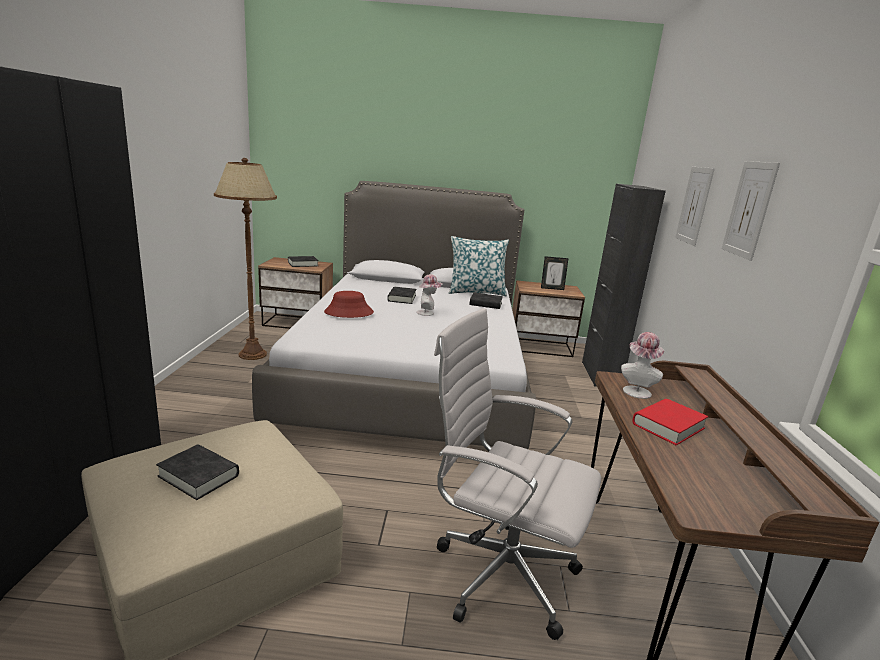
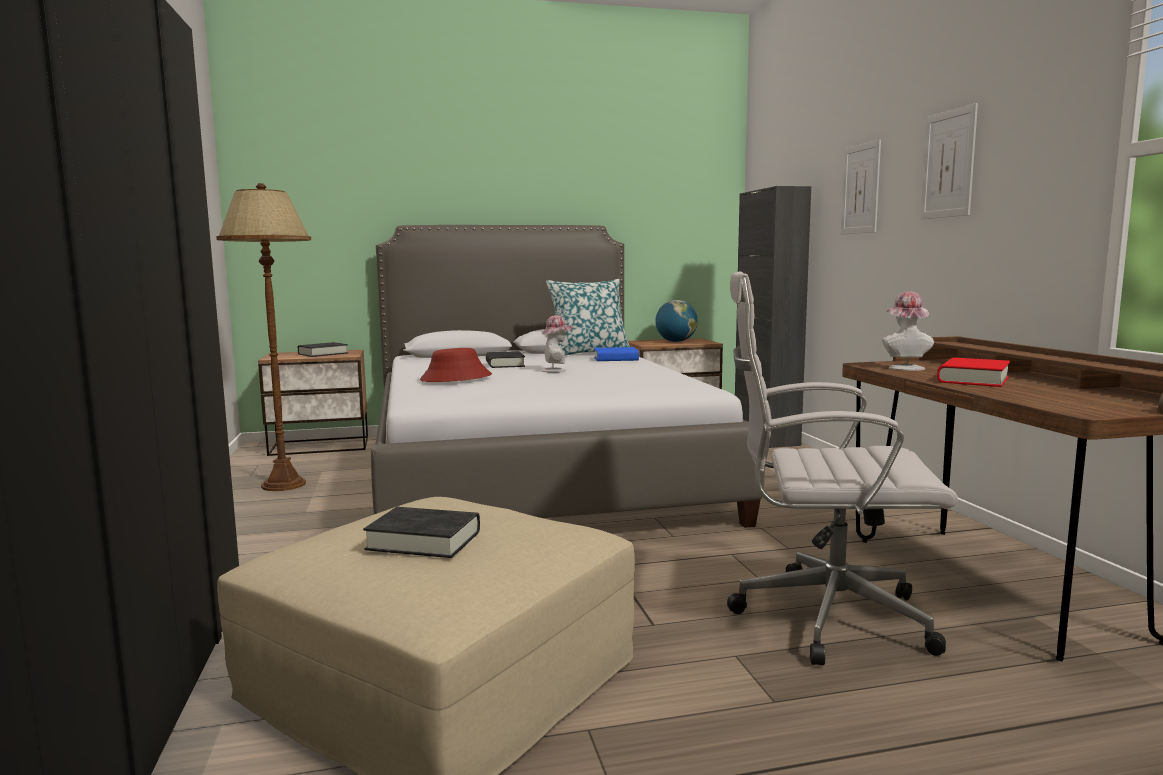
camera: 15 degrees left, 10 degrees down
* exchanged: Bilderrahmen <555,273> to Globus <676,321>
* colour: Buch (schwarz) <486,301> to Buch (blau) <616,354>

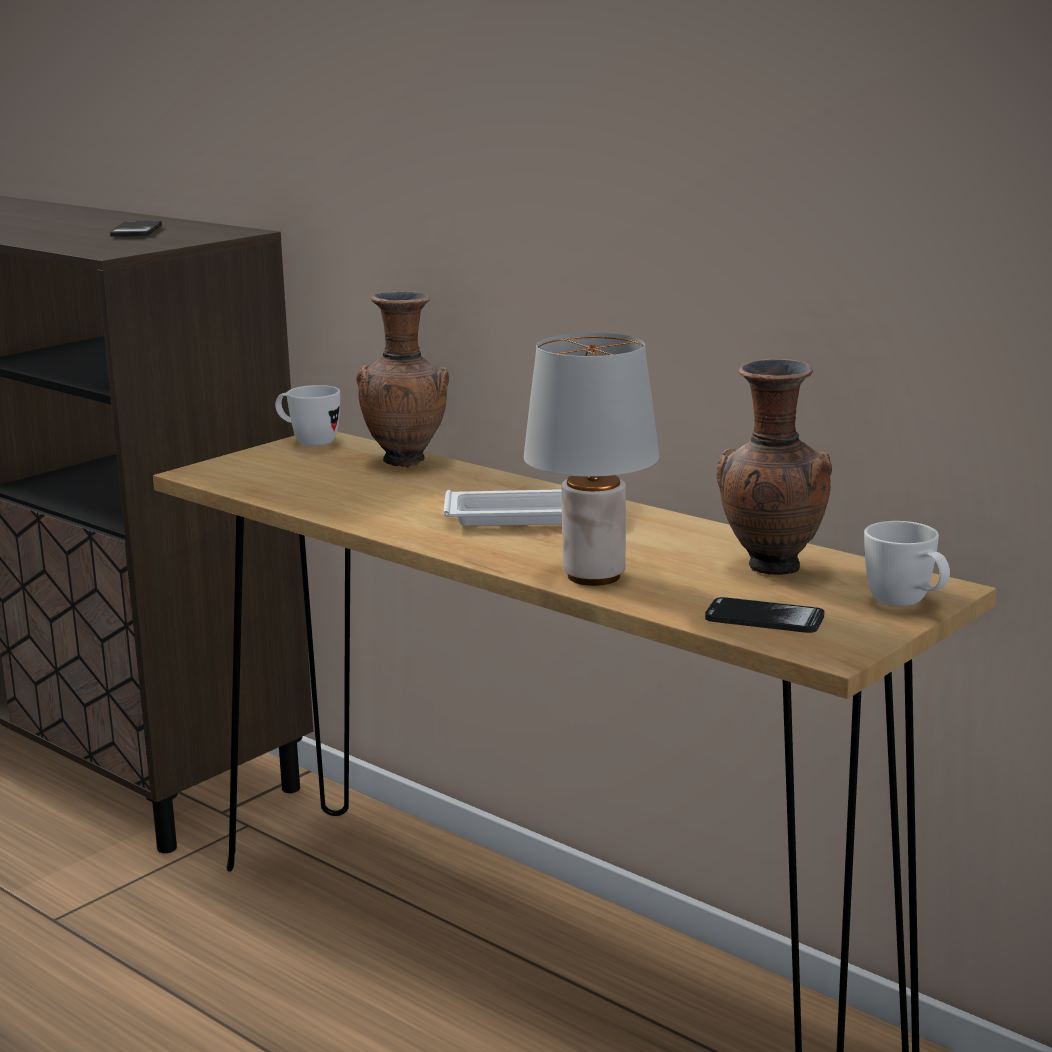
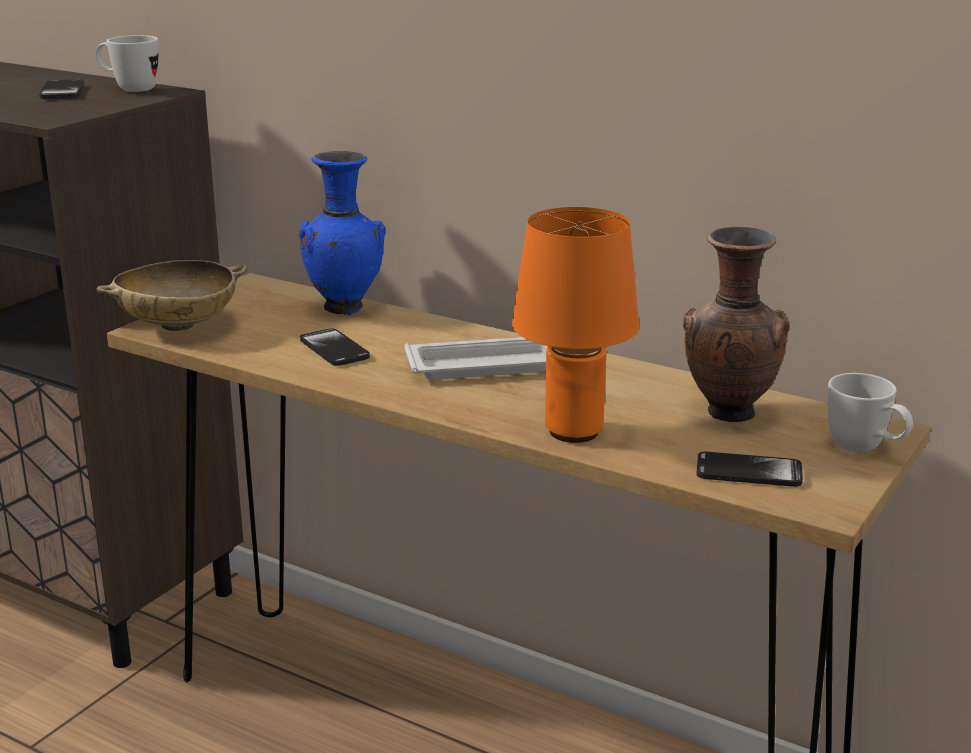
camera: 10 degrees left, 5 degrees up
* appeared: Schüssel (beige) <171,295>
* appeared: Handy <335,347>
* relocated: Henkelbecher (weiß) <307,415> to <127,63>
* colour: Vase (braun) <402,379> to Vase (blau) <342,233>
* colour: Tischlampe (grau) <591,459> to Tischlampe (orange) <575,325>

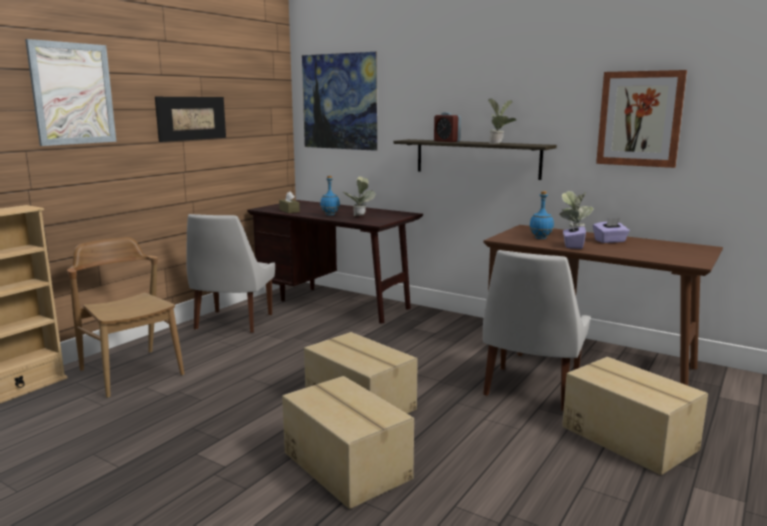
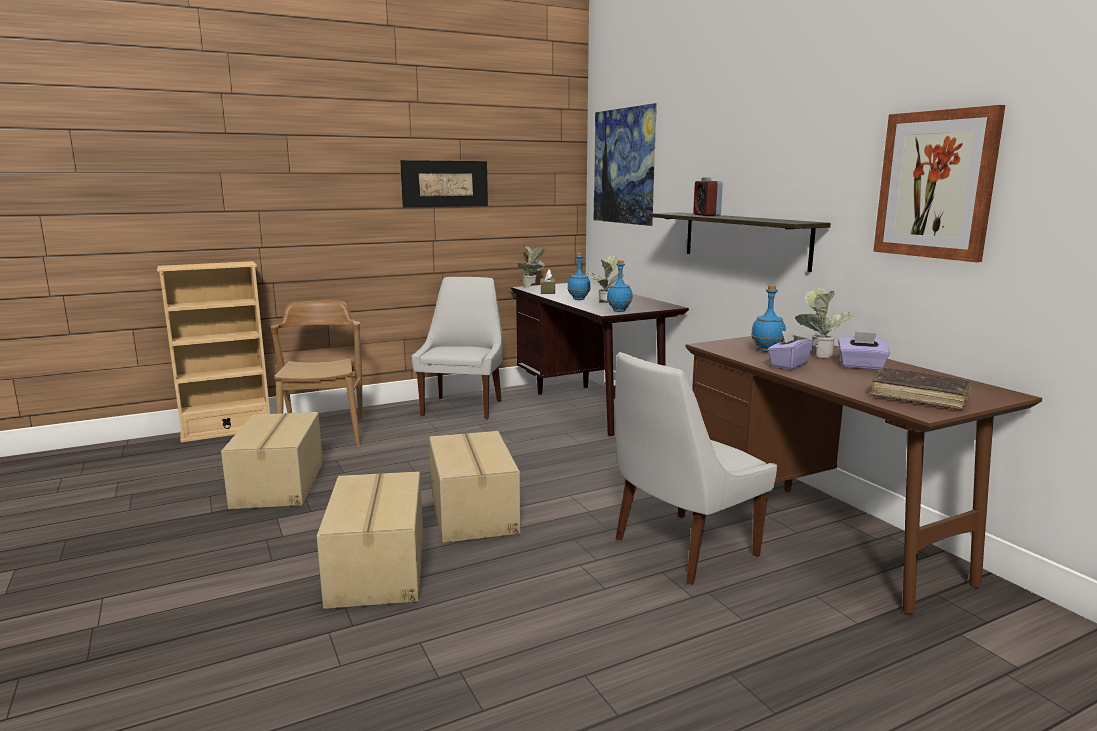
camera: 30 degrees right, 0 degrees up
* missing: Bild <70,92>
* appeared: Flasche (blau) <620,286>
* appeared: Buch (braun) <921,388>
* relocated: Topfpflanze <502,121> to <531,266>
* relocated: Karton <635,416> to <272,460>
* spun: Stuhl (weiß) <230,273> = <457,348> 150 degrees clockwise

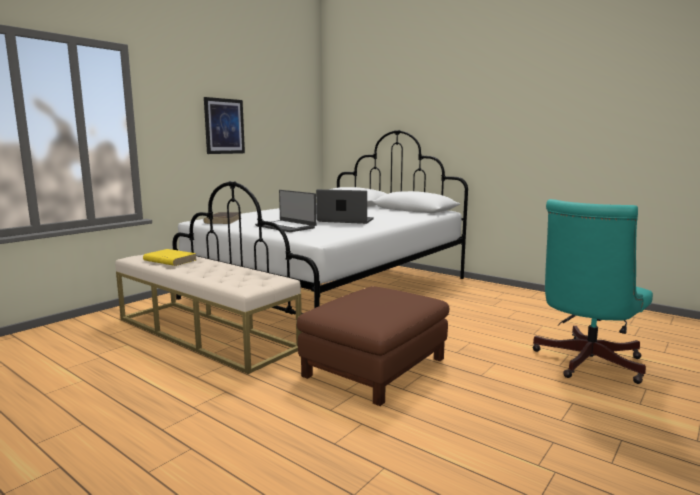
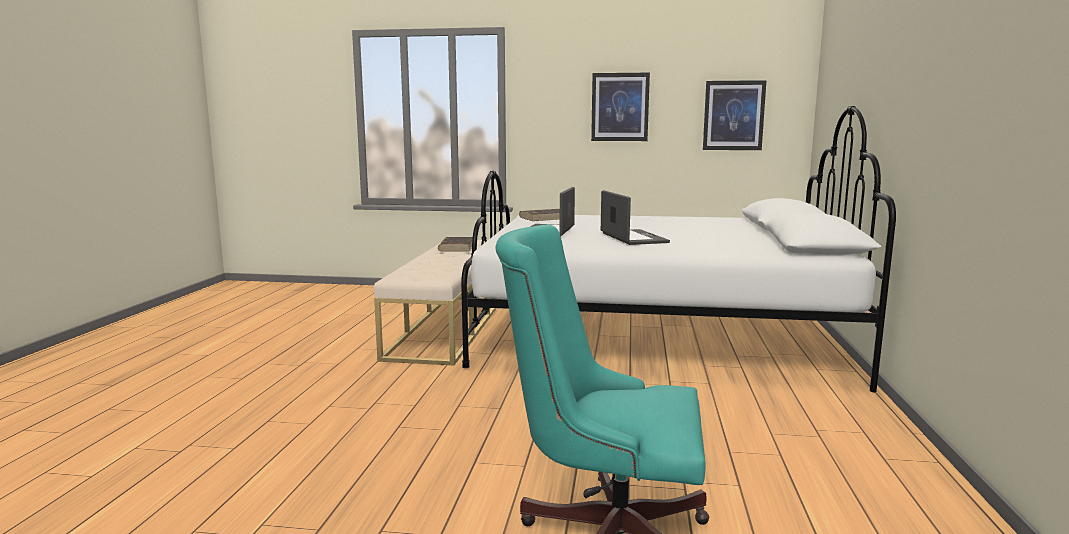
camera: 60 degrees right, 0 degrees up
* missing: Polsterhocker (braun) <373,346>
* appeared: Bild <734,115>
* colour: Buch (gelb) <170,257> to Buch (braun) <455,244>

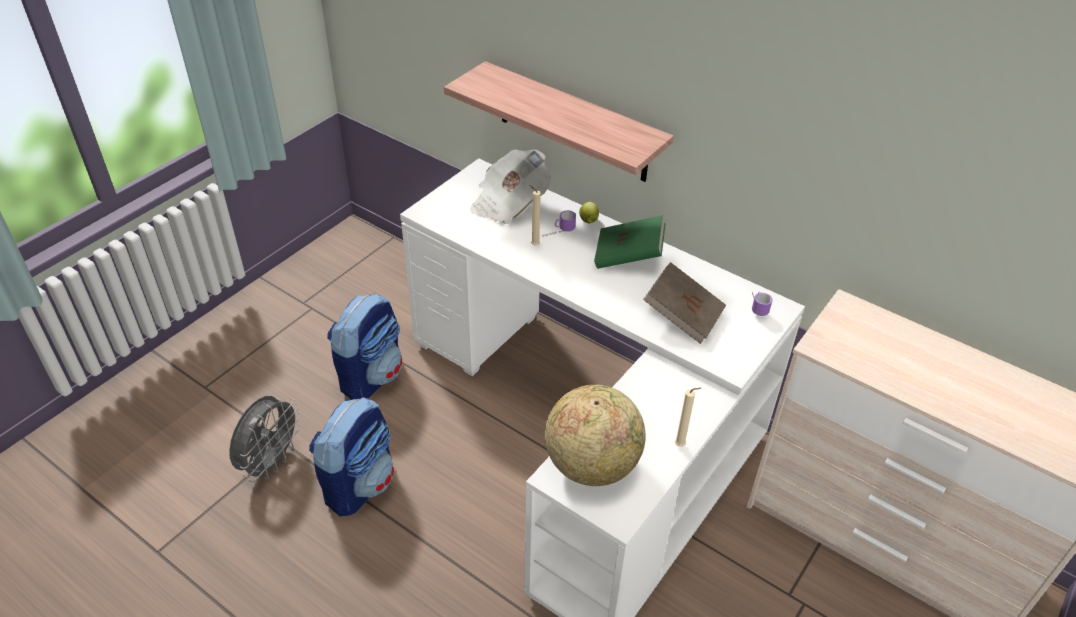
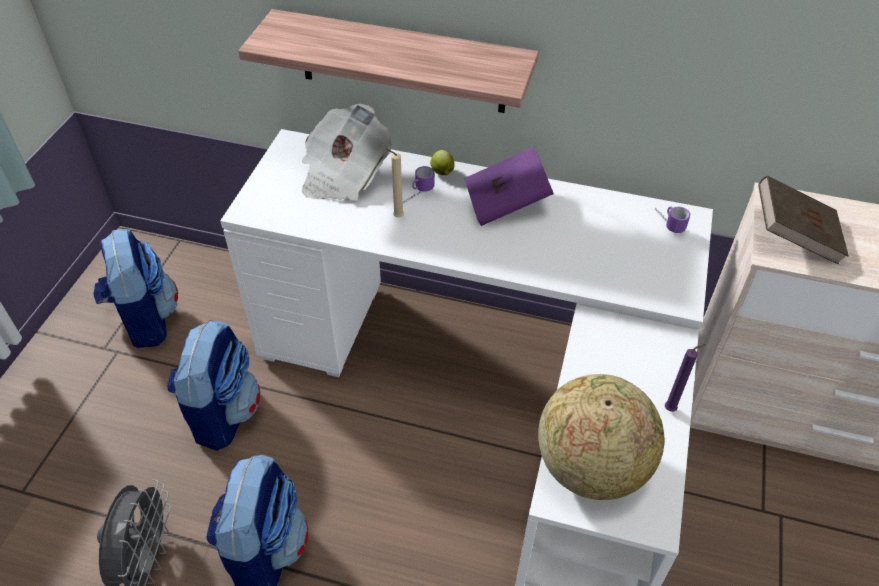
camera: 20 degrees left, 5 degrees up
* appeared: Rucksack <135,288>
* relocated: Buch (braun) <684,303> to <803,220>
* colour: Buch (grün) <630,242> to Buch (lila) <509,186>
* colour: Kerze (beige) <688,417> to Kerze (lila) <685,378>

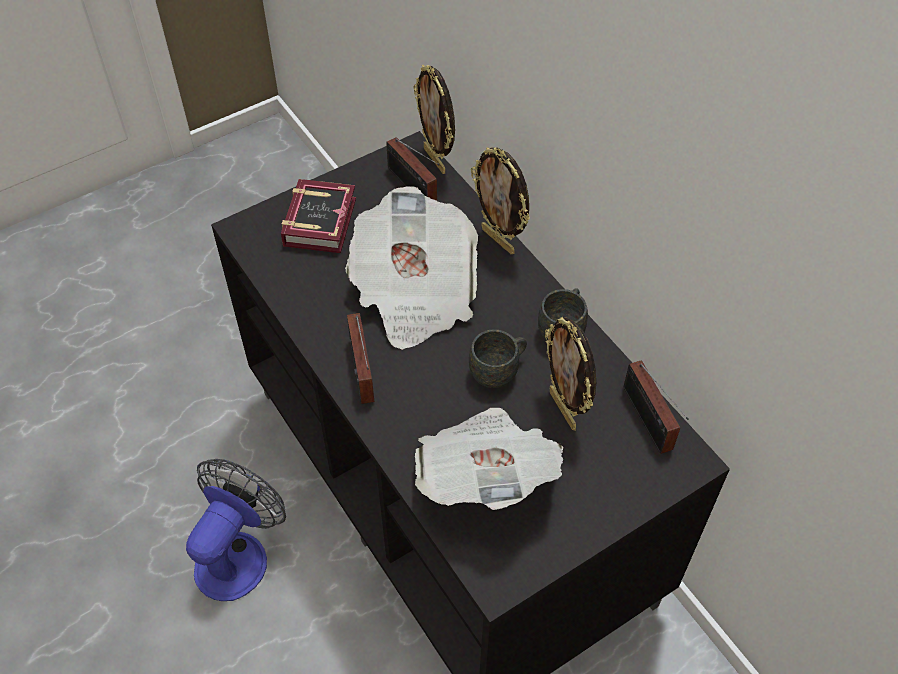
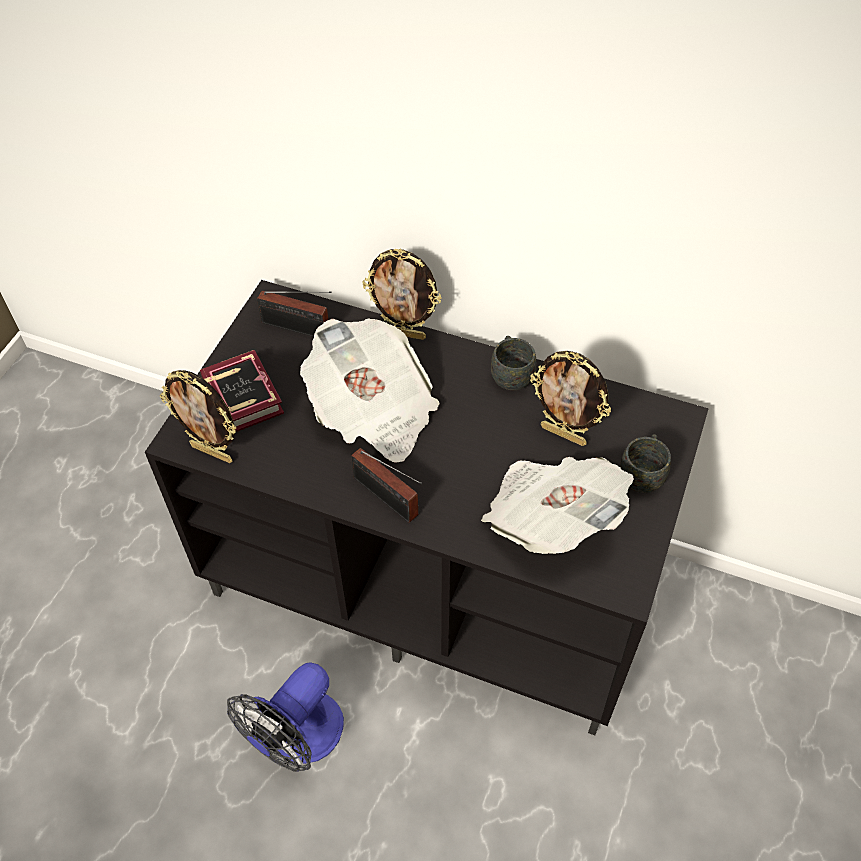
camera: 35 degrees left, 0 degrees up
* missing: Radio <656,407>
* relocated: Bilderrahmen <434,119> to <198,416>
* relocated: Henkelbecher (grau) <498,358> to <645,463>
* spun: Ventilator <236,530> = <285,717> 135 degrees counterclockwise

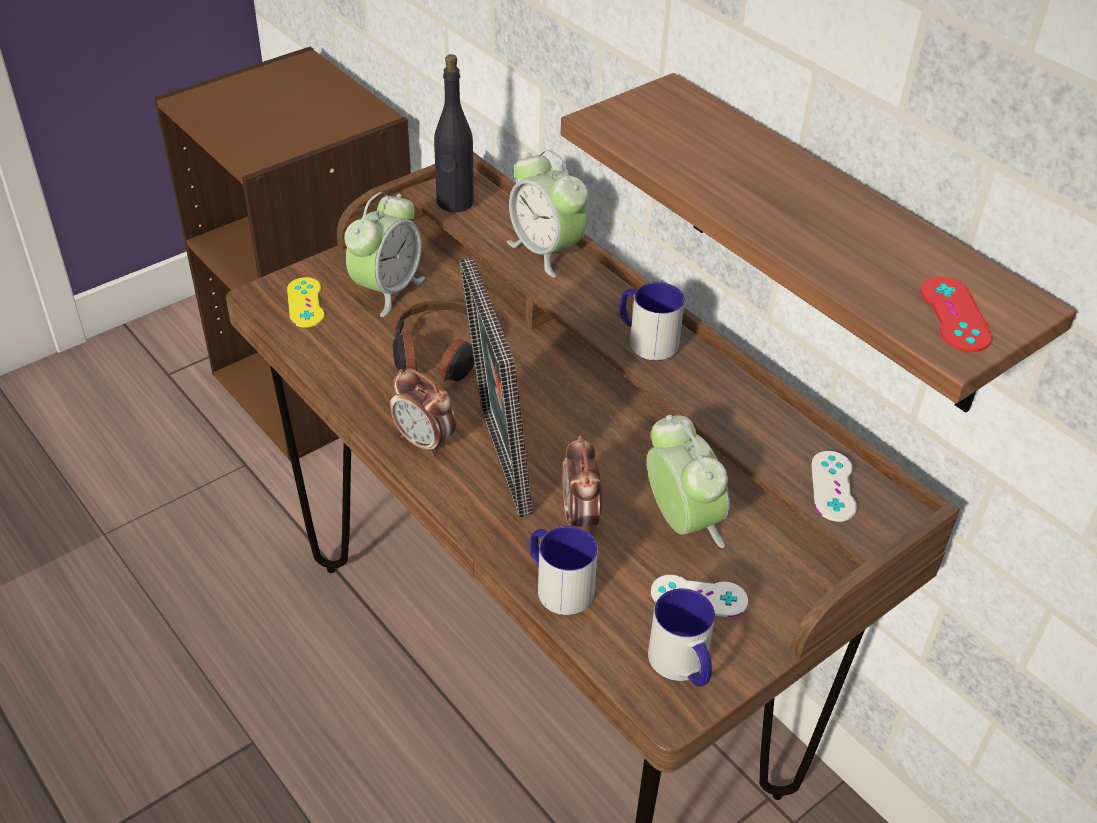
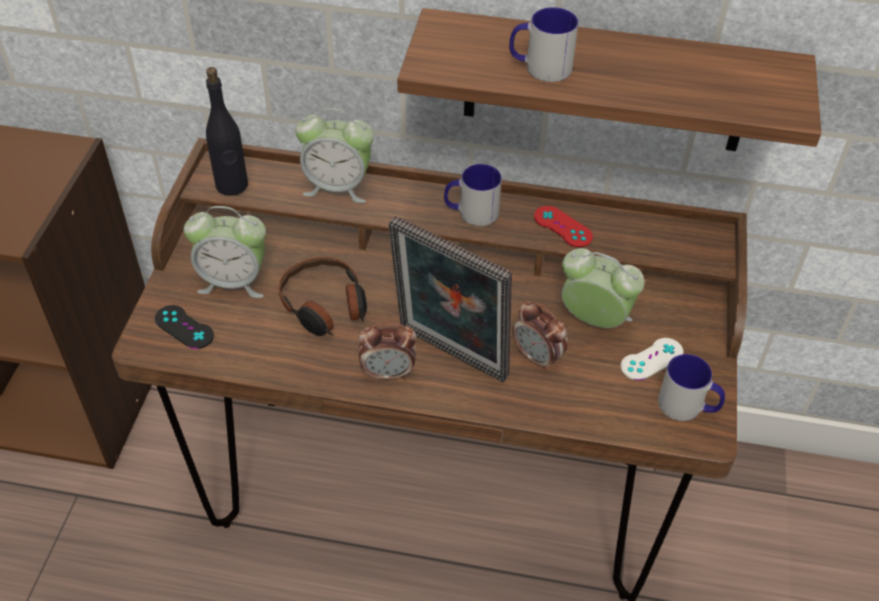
camera: 40 degrees left, 5 degrees up
* missing: Gamepad (weiß) <834,486>
* relocated: Henkelbecher <563,570> to <543,44>
* relocated: Gamepad (rot) <956,314> to <563,226>
* colour: Gamepad (gelb) <306,302> to Gamepad (schwarz) <184,327>
* spun: Wecker <384,254> = <225,252> 105 degrees clockwise

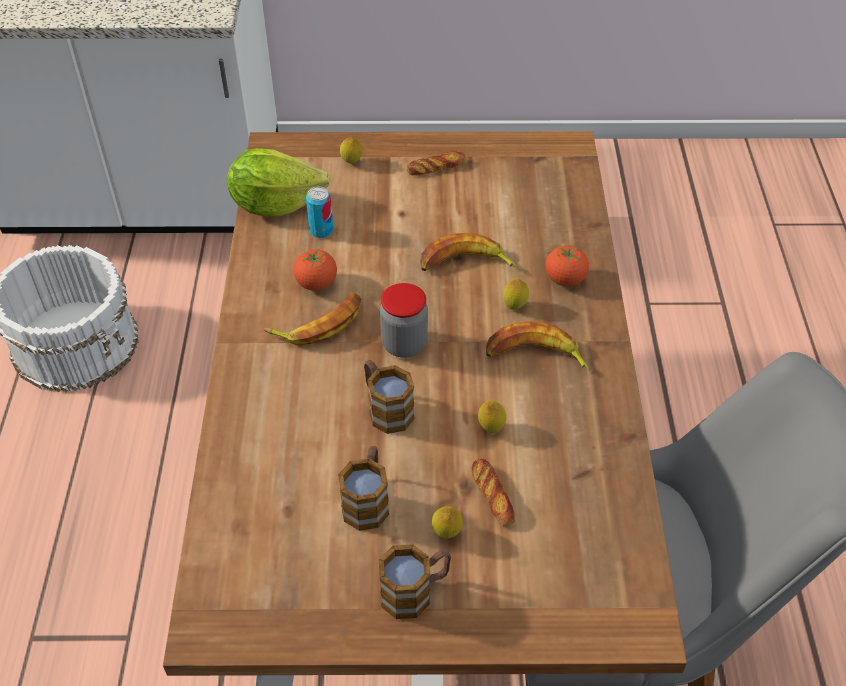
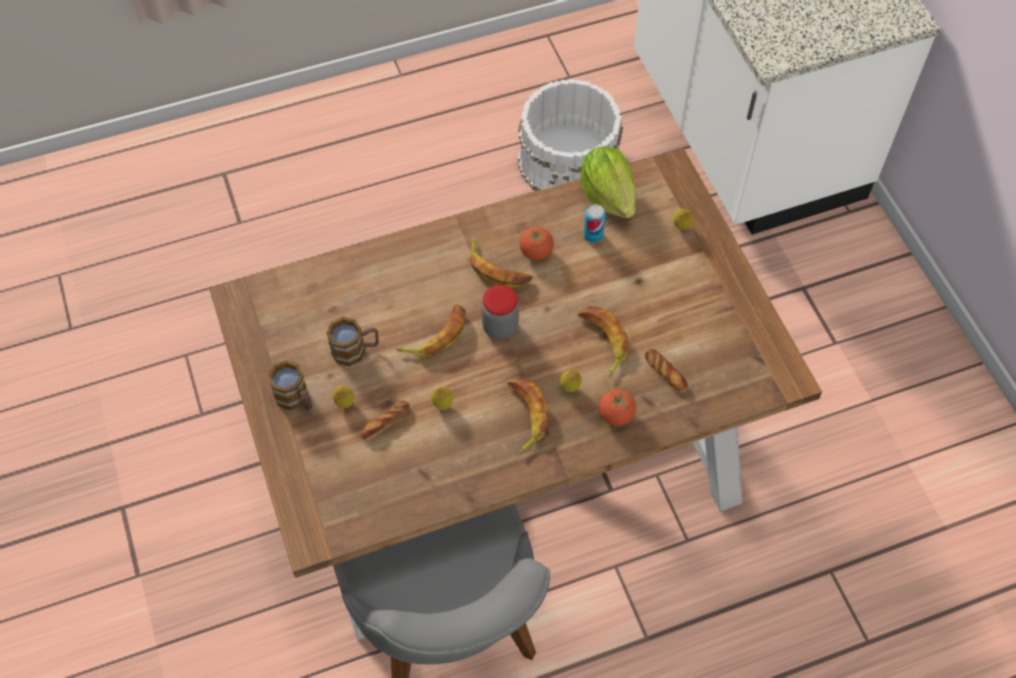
camera: 70 degrees right, 10 degrees up
* relocated: Brot <437,163> to <666,371>
* exchanged: Henkelbecher <389,397> to Banane <430,331>

